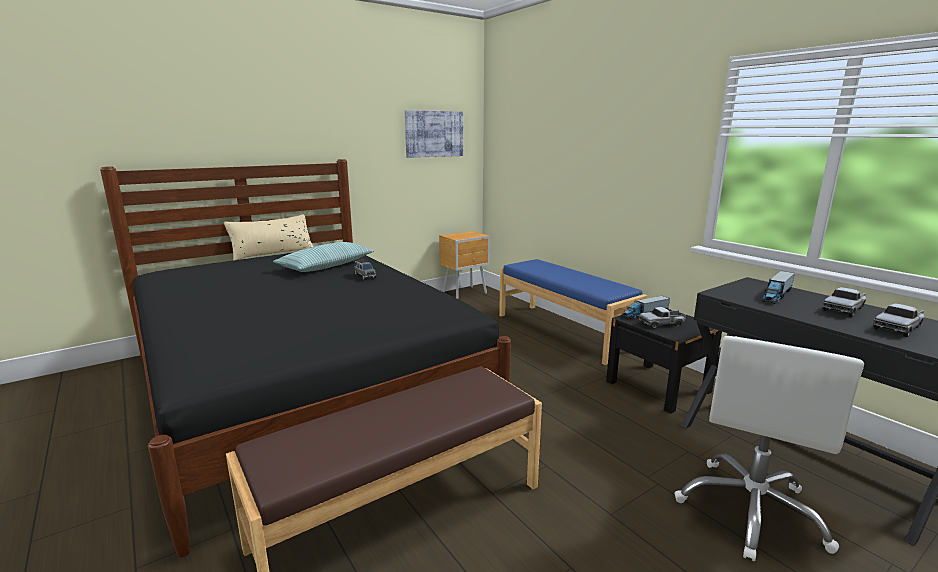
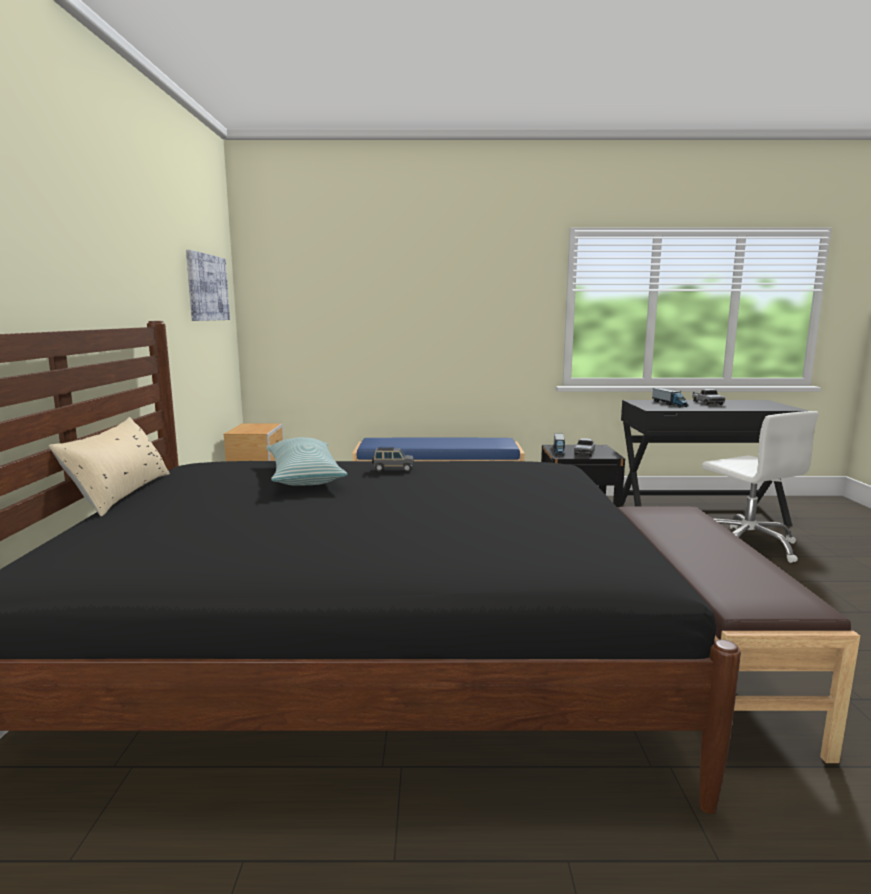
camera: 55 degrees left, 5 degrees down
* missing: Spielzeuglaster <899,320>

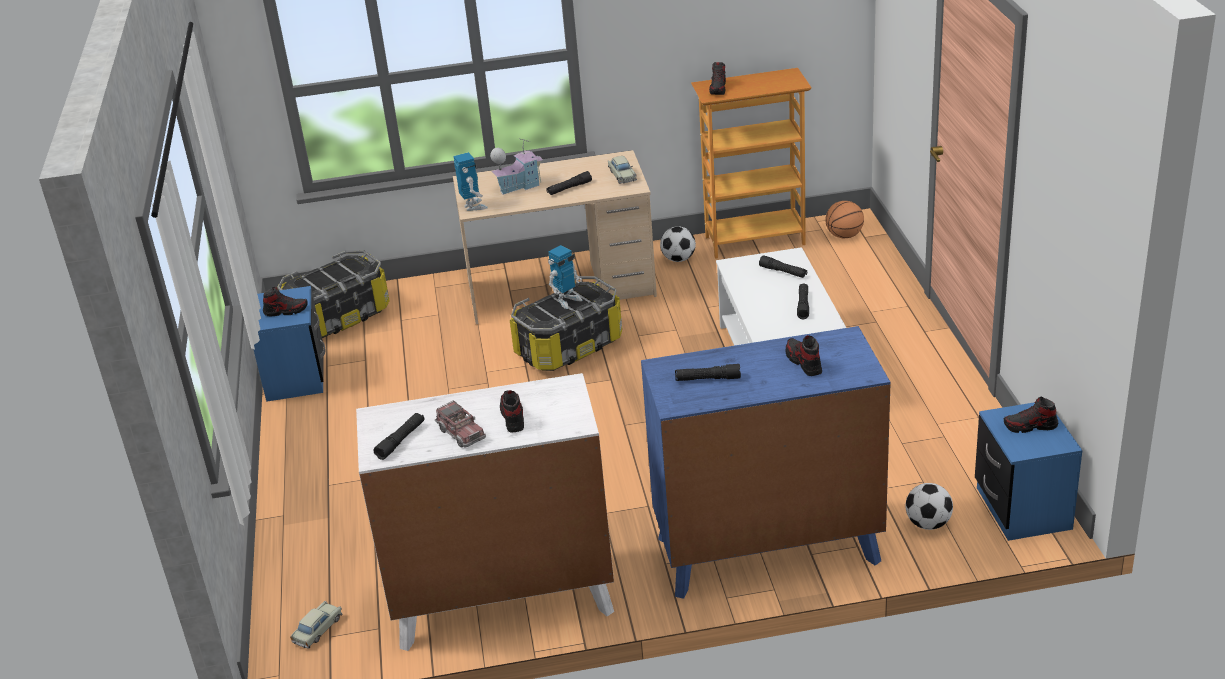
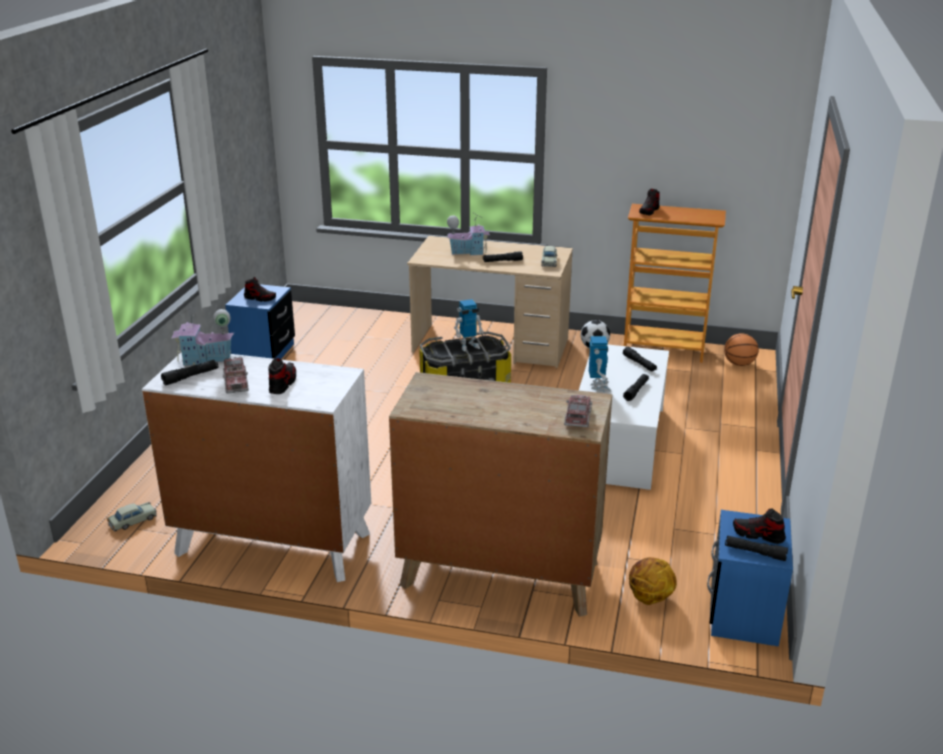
camera: 20 degrees right, 5 degrees down
* missing: Aufbewahrungsbox <334,294>
* missing: Schuh <804,355>
* appeared: Spielzeughaus <202,336>
* appeared: Spielzeuglaster <578,411>
* relocated: Spielzeugroboter <470,181> to <600,363>
* relocated: Taschenlampe (schwarz) <708,372> to <756,548>
* exchanged: Fußball <929,506> to Basketball <653,581>
* colour: Kommode (blau) <766,462> to Kommode (braun) <500,494>

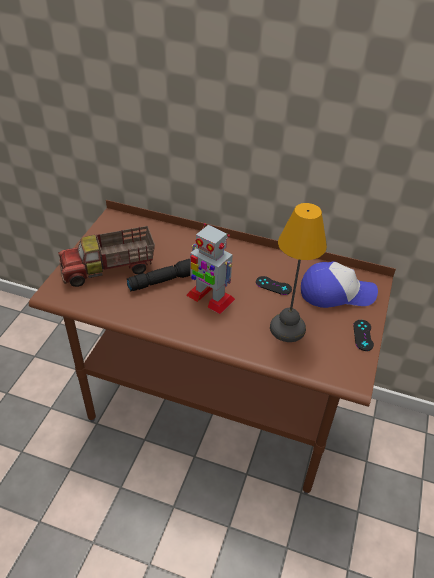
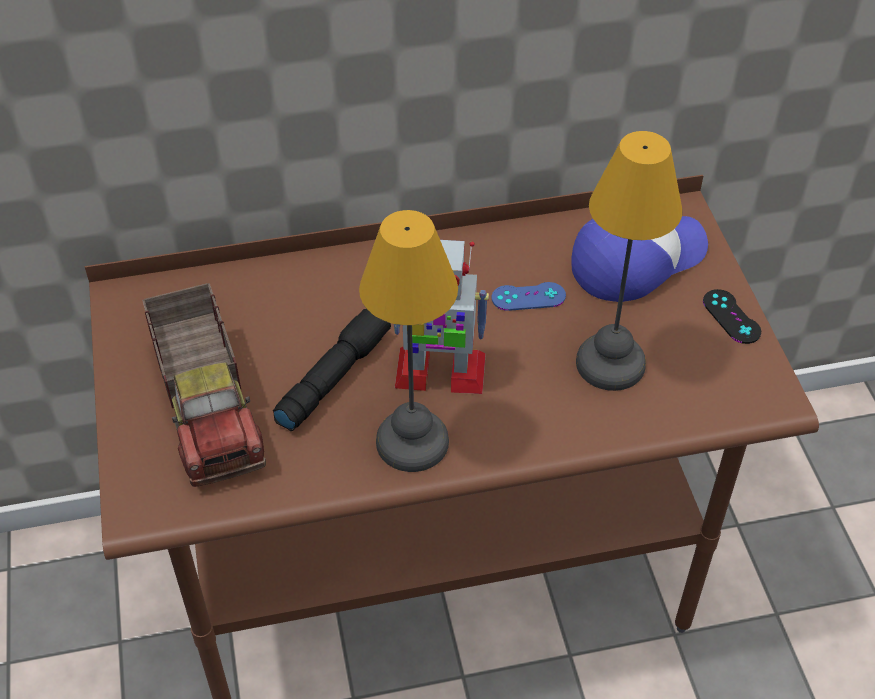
camera: 30 degrees left, 5 degrees up
* appeared: Tischlampe <408,341>
* colour: Gamepad (schwarz) <274,285> to Gamepad (blau) <529,296>
* spun: Spielzeuglaster <106,256> = <204,385> 60 degrees counterclockwise

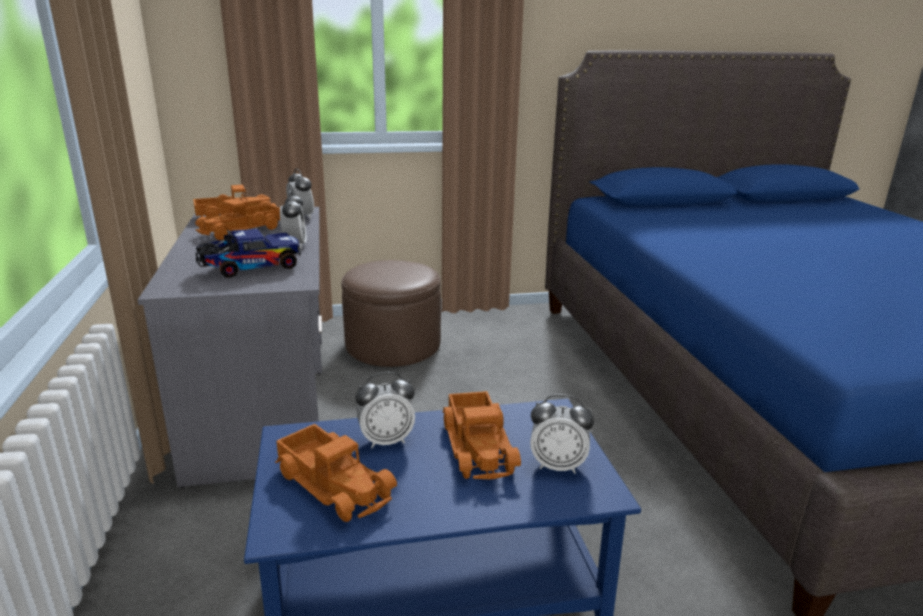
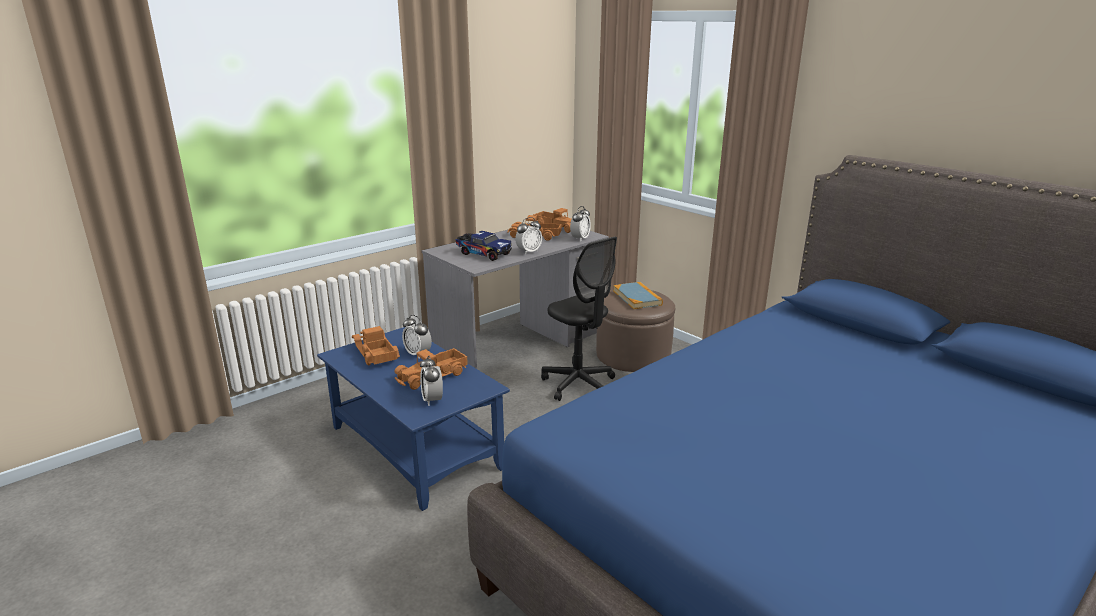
camera: 60 degrees right, 0 degrees up
* appeared: Bürostuhl (schwarz) <579,319>
* appeared: Buch <638,295>
* spun: Spielzeuglaster <336,473> = <376,345> 135 degrees clockwise

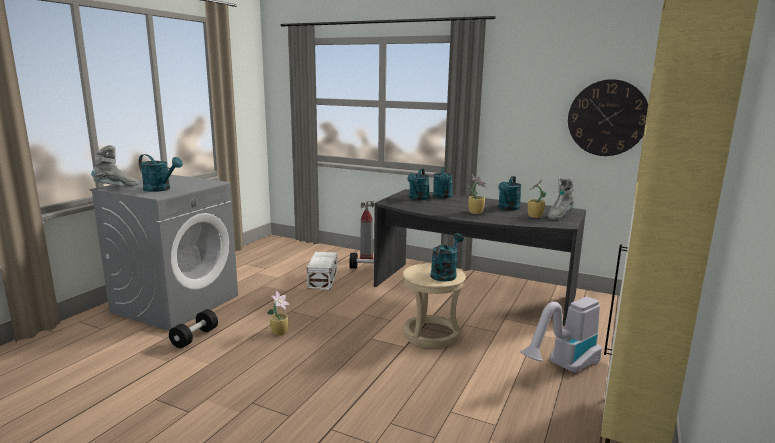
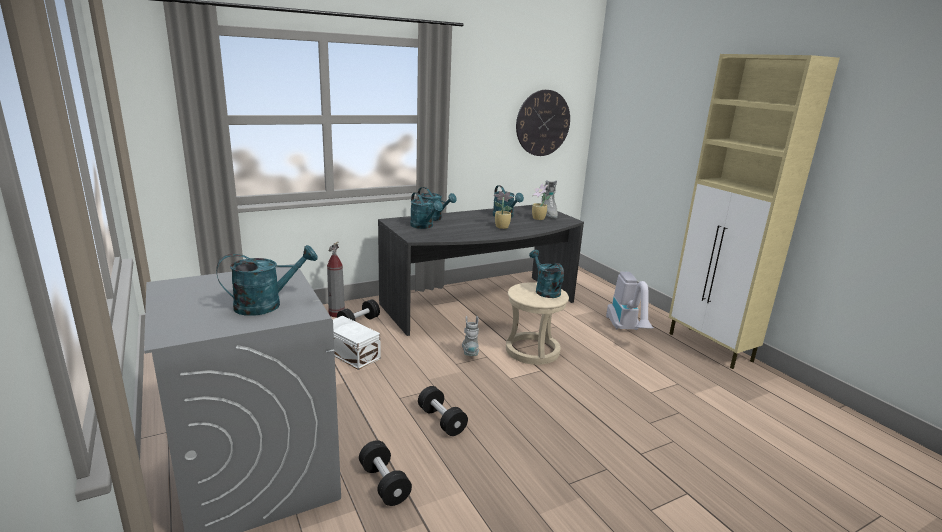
camera: 55 degrees left, 5 degrees up
* relocated: Stiefel (grau) <115,165> to <470,336>
* exchanged: Topfpflanze <278,313> to Hantel (schwarz) <443,411>

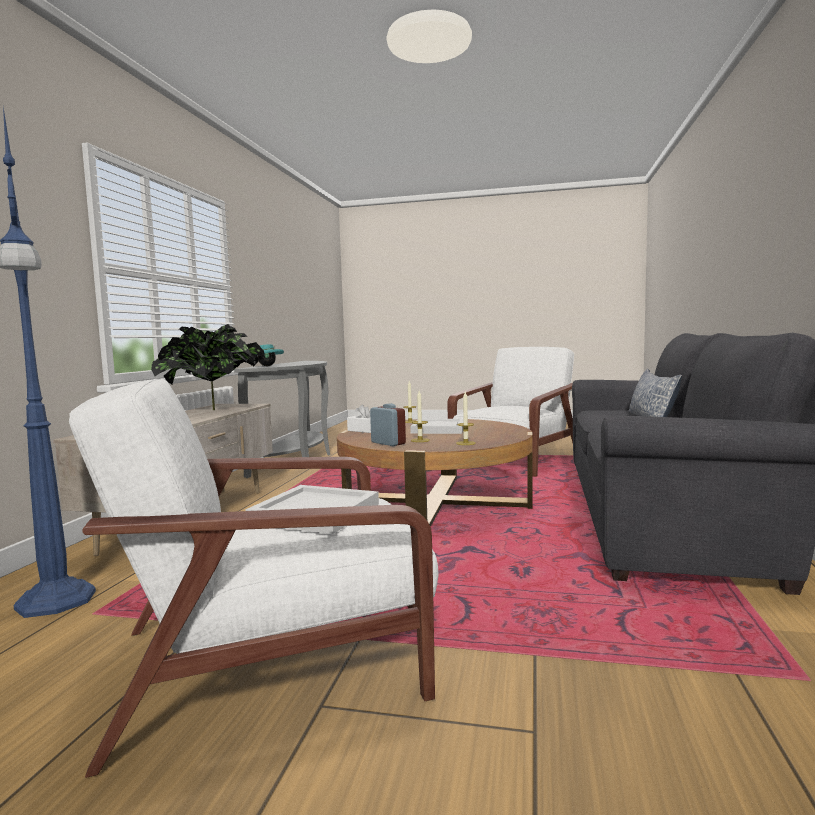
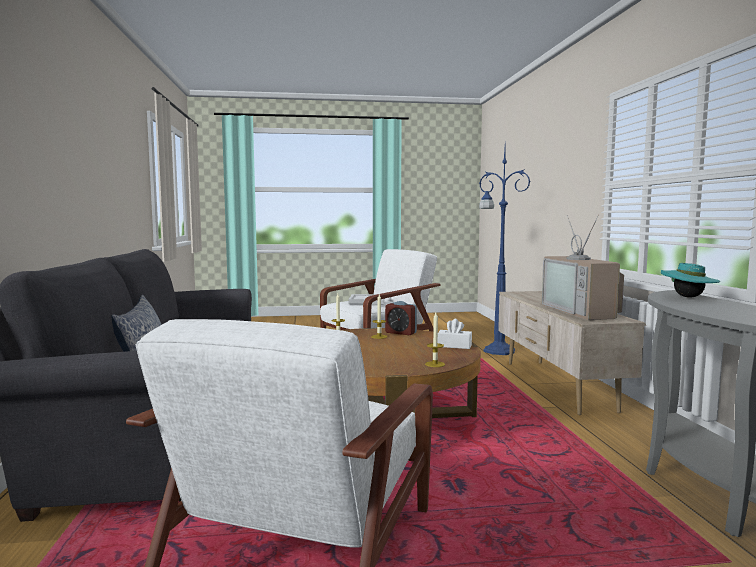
camera: 160 degrees right, 0 degrees up
* missing: Tablett (weiß) <437,426>
* exchanged: Topfpflanze <208,367> to Fernseher <583,267>

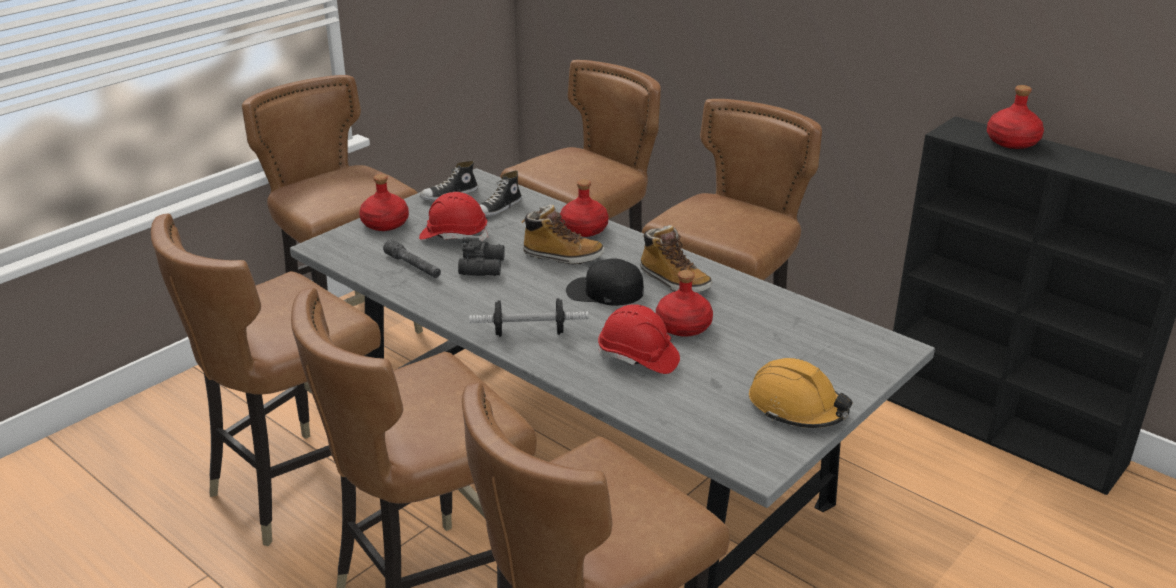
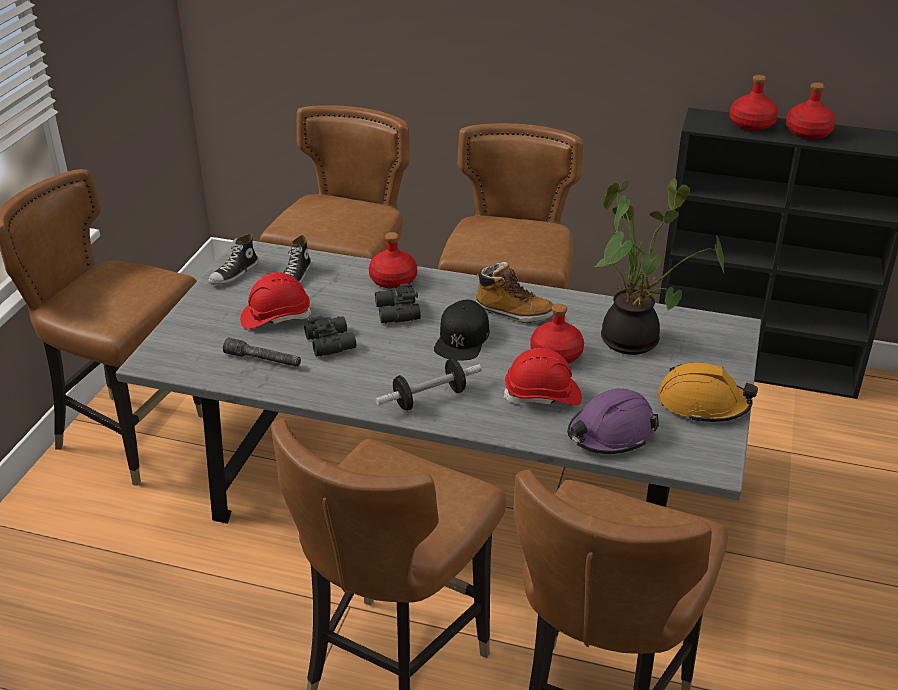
camera: 25 degrees left, 5 degrees up
* missing: Stuhl (braun) <266,379>
* appeared: Schutzhelm (lila) <613,421>
* appeared: Topfpflanze <659,267>
* relocated: Flasche (rot) <384,202> to <811,111>
* exchanged: Stiefel <563,234> to Fernglas (schwarz) <398,303>
* spun: Kappe (schwarz) <605,282> = <461,330> 60 degrees counterclockwise

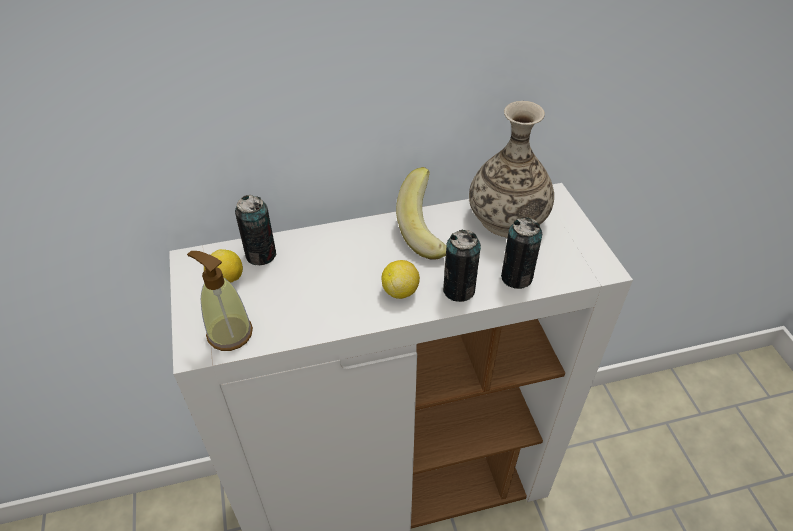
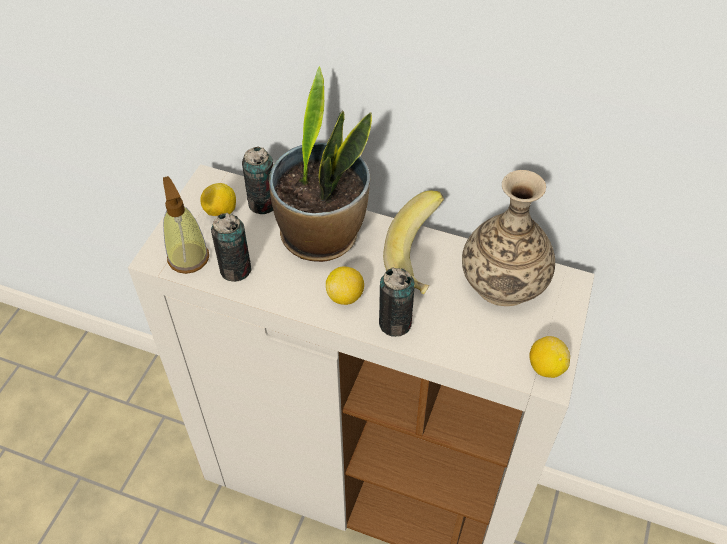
camera: 35 degrees right, 5 degrees up
* appeared: Topfpflanze <320,164>
* appeared: Zitrone <549,357>
* relocated: Dose <521,253> to <231,247>

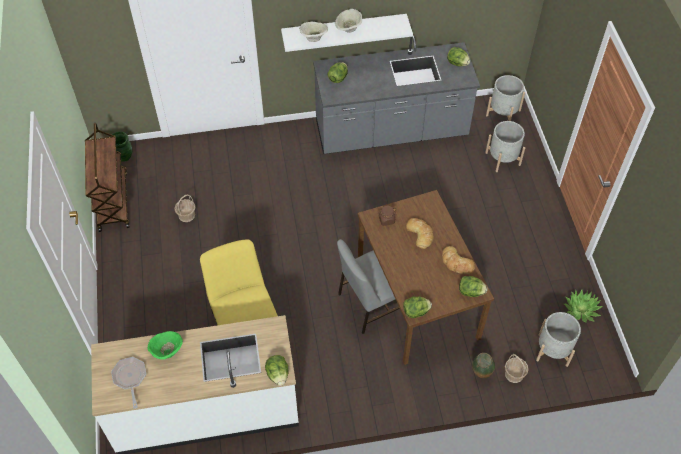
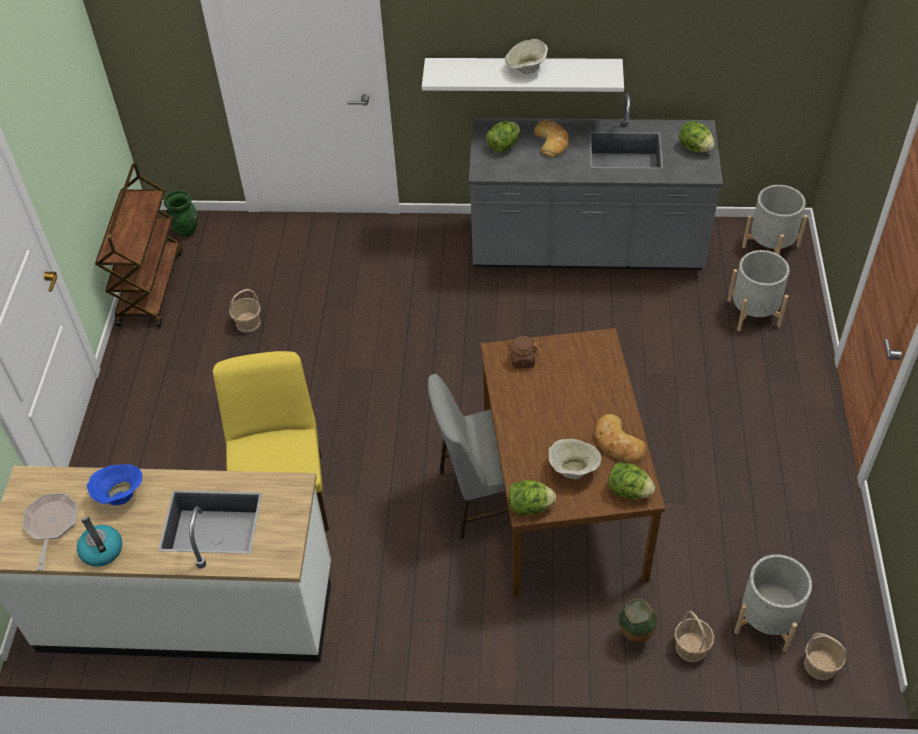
camera: 15 degrees right, 5 degrees down
* missing: Salatkopf <277,370>
* missing: Topfpflanze <583,306>
* appeared: Wasserkessel <99,542>
* appeared: Korb <825,656>
* relocated: Schüssel (beige) <313,32> to <575,459>
* relocated: Brot <420,233> to <551,139>
* colour: Schüssel (grün) <165,345> to Schüssel (blau) <114,484>

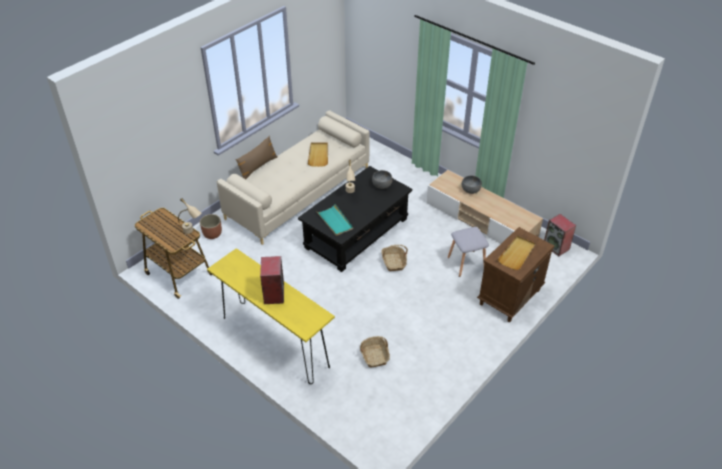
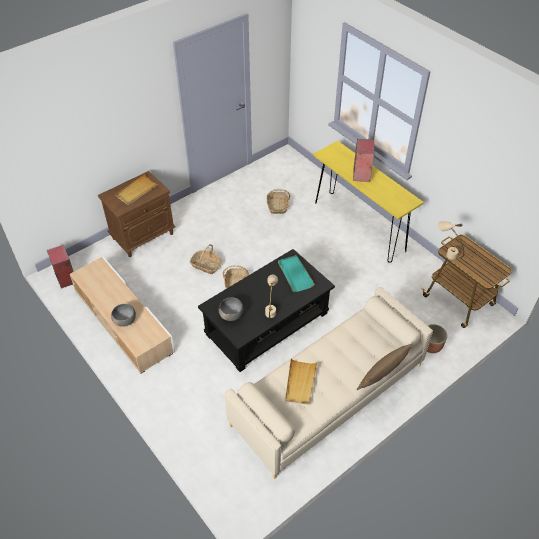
camera: 170 degrees left, 5 degrees up
* missing: Hocker (grau) <468,252>
* appeared: Korb <206,259>

